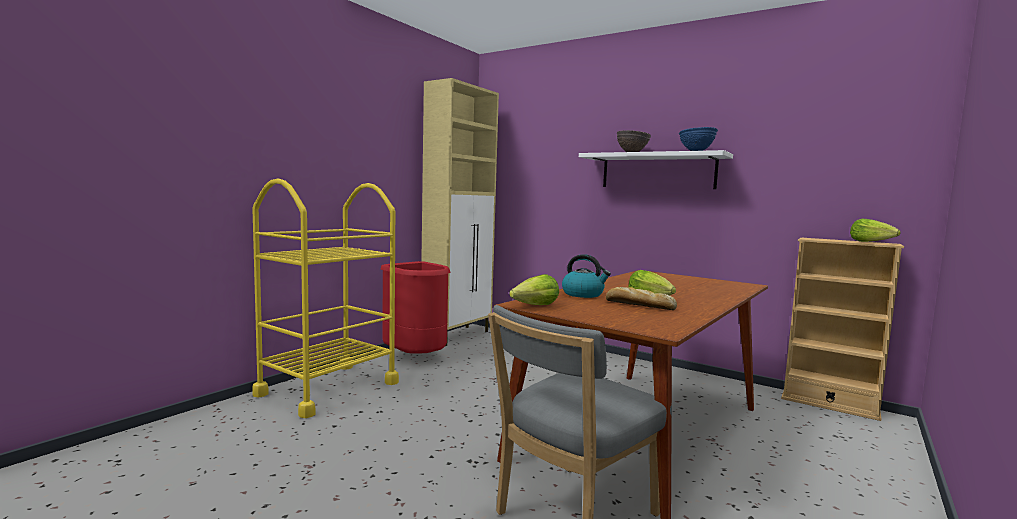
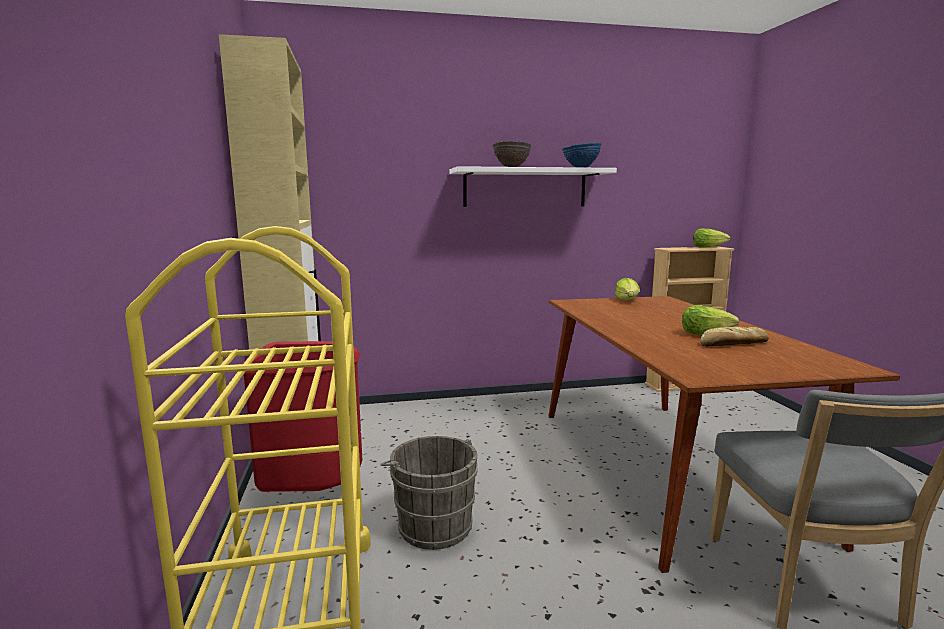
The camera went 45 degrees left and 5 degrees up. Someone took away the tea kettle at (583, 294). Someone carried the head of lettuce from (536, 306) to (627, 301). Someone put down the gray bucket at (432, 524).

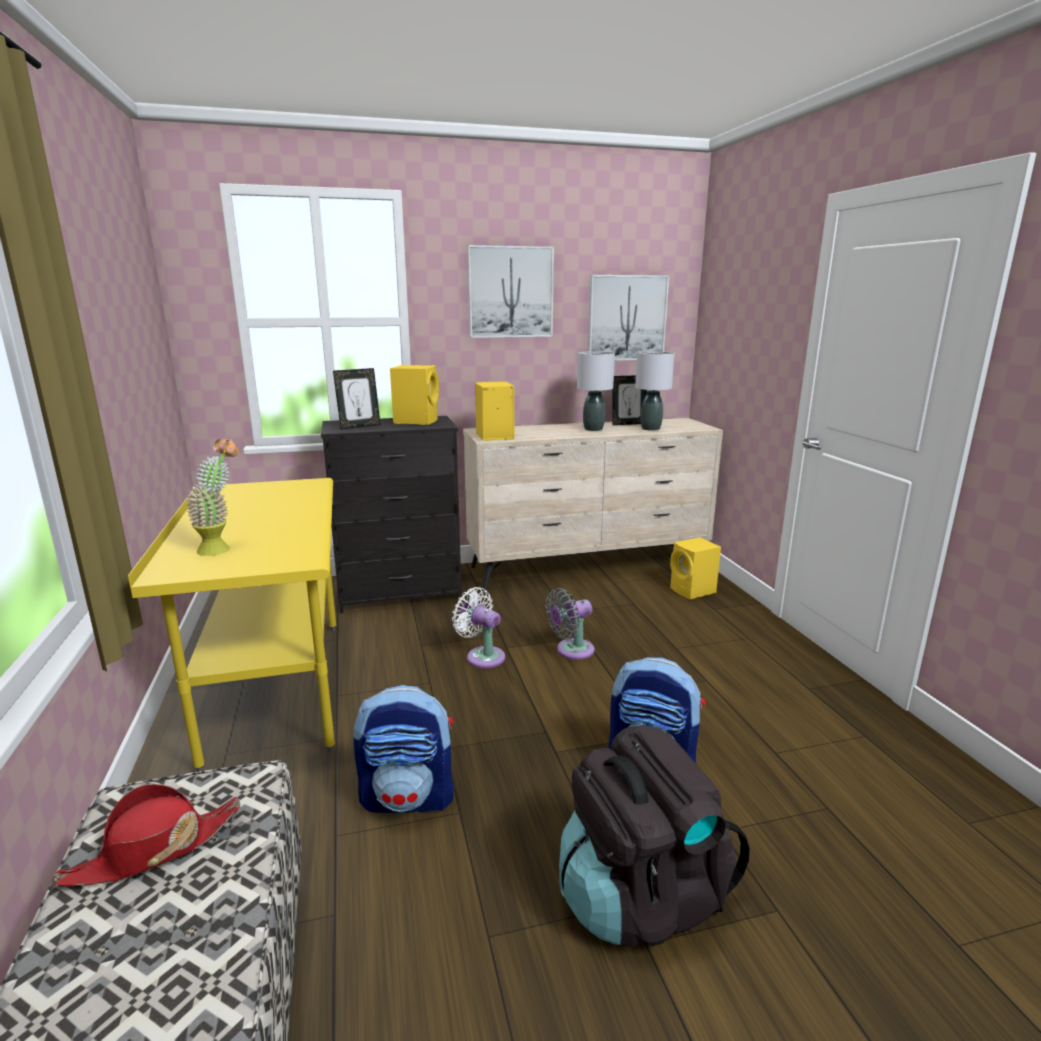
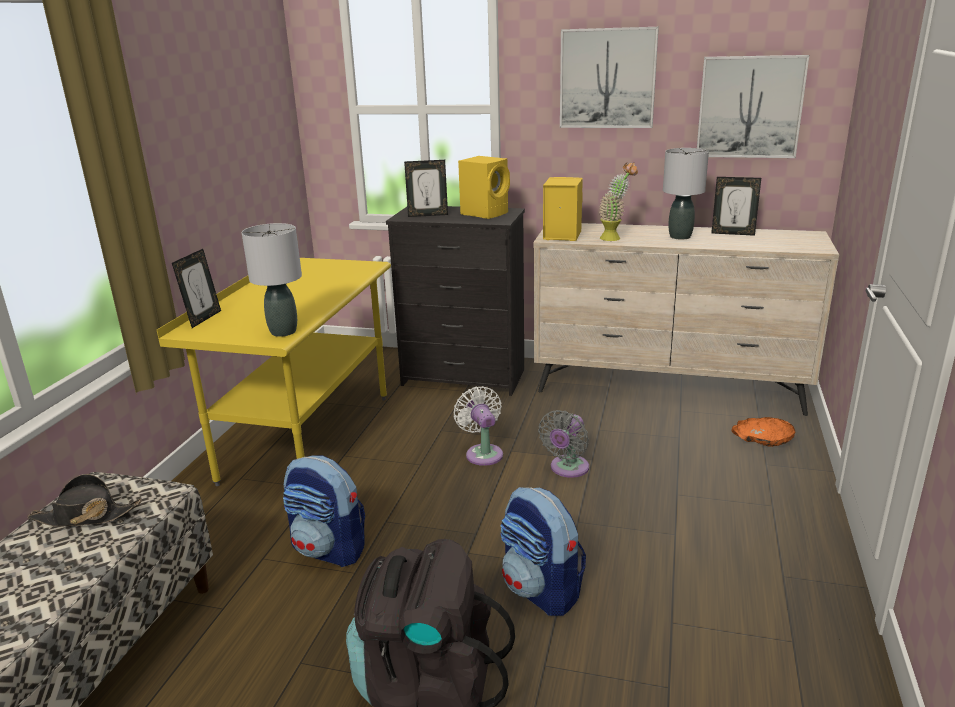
The camera went 30 degrees right and 5 degrees up. Someone carried the gray lamp for a table from (650, 429) to (283, 332). Someone carried the potted plant from (222, 548) to (615, 238). Someone swapped the yellowish audio speaker at (693, 591) for the orangey bowl at (762, 439). Someone rotated the gray electric fan at (571, 651) by 60 degrees counterclockwise. Someone repainted the red-coloured wearable hat at (154, 850), which became the black wearable hat at (86, 516). Someone put down the standing frame at (203, 319).

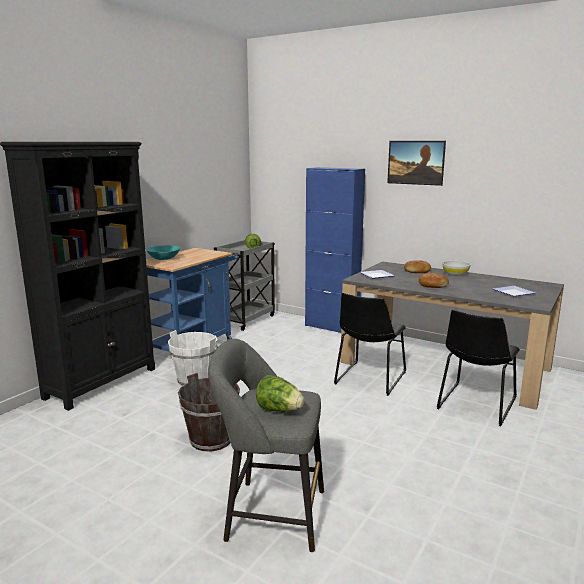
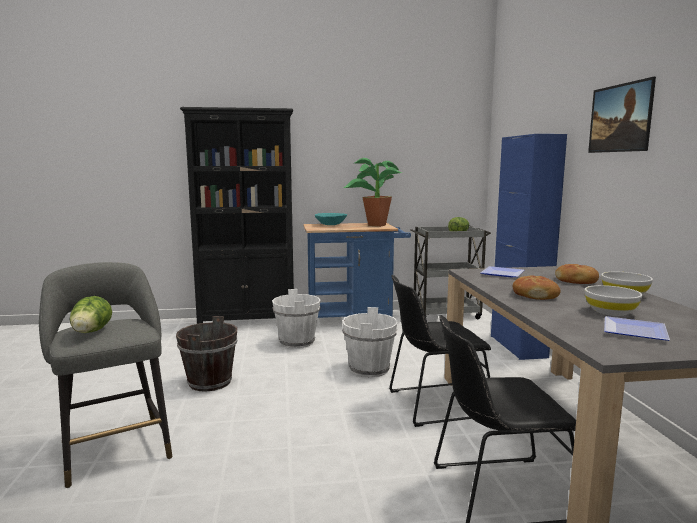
The camera went 50 degrees right and 5 degrees down. Someone put down the potted plant at (373, 225). Someone put down the whitish bowl at (610, 312). Someone put down the whitish bucket at (369, 369).

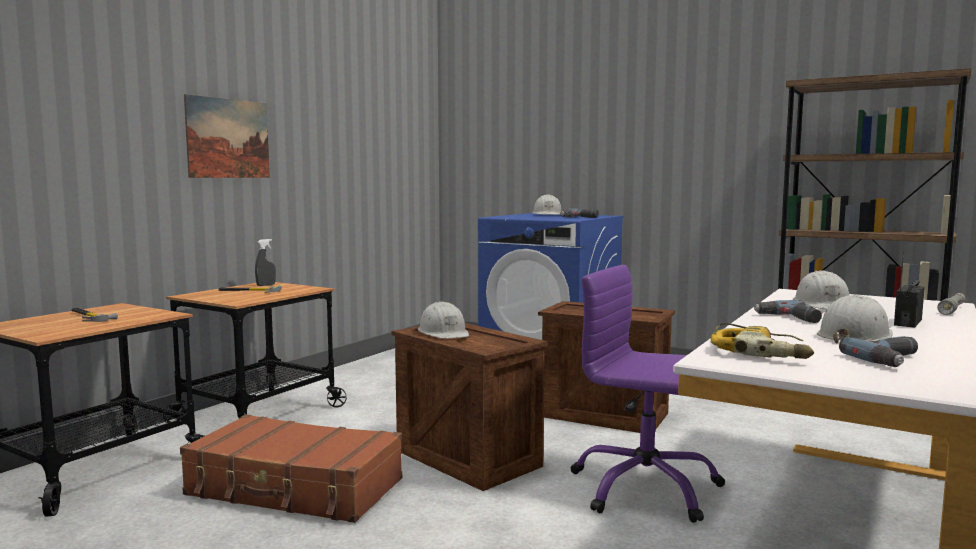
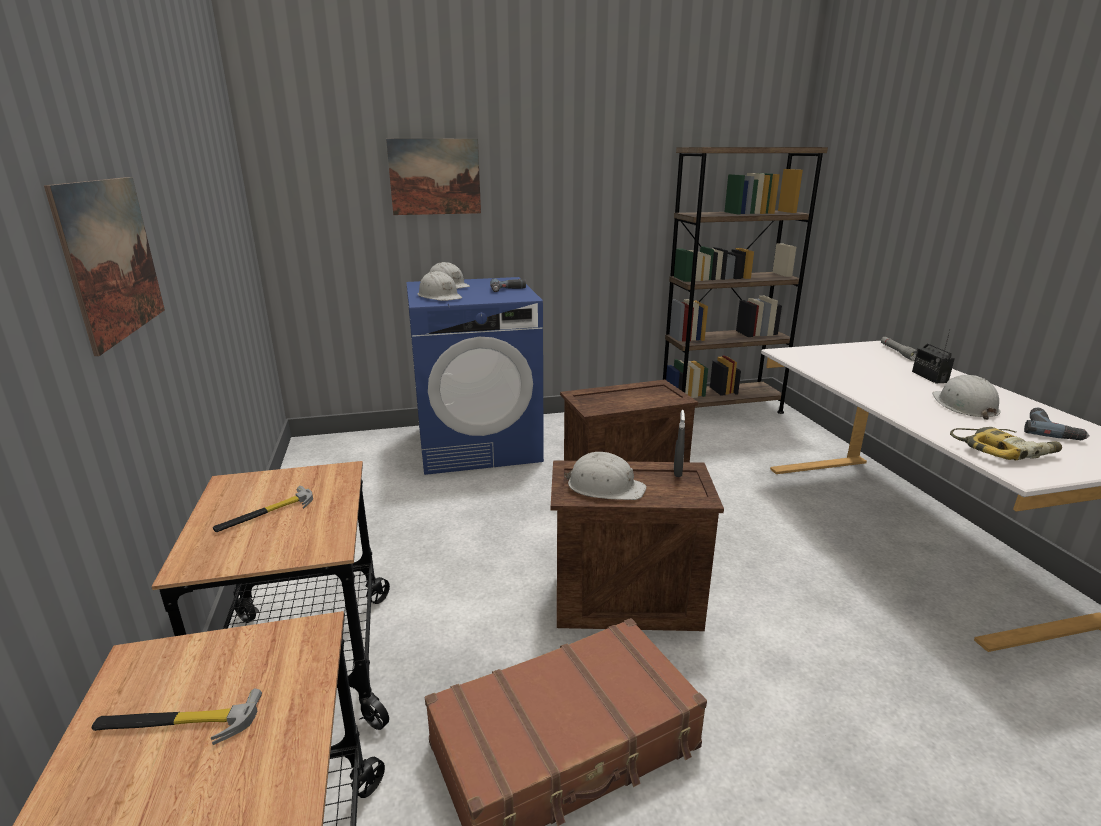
The camera went 45 degrees left and 15 degrees up. Someone carried the gray hand sprayer from (266, 285) to (677, 472). Someone took away the purple office chair at (645, 488). Someone carried the whitish work helmet from (823, 305) to (439, 296). Someone took away the electric drill at (789, 318). Someone put up the wall art at (435, 177).

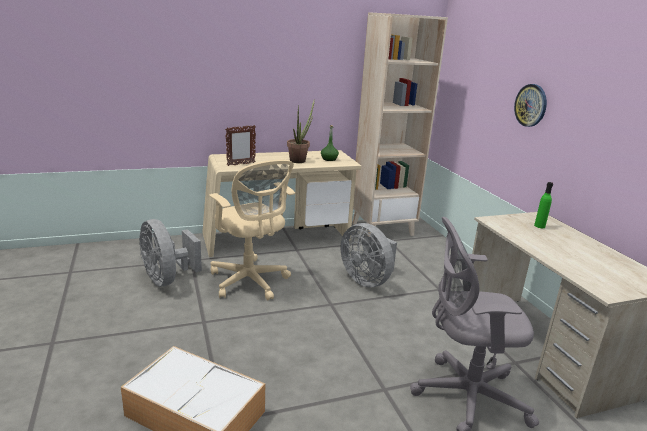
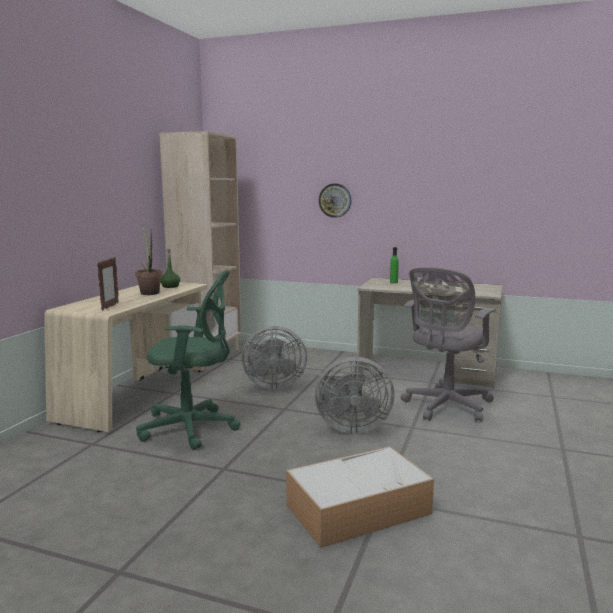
The camera went 50 degrees left and 10 degrees down. Someone repainted the beige-coloured office chair at (250, 282), which became the green-coloured office chair at (193, 428). Someone carried the gray electric fan from (167, 279) to (350, 427).

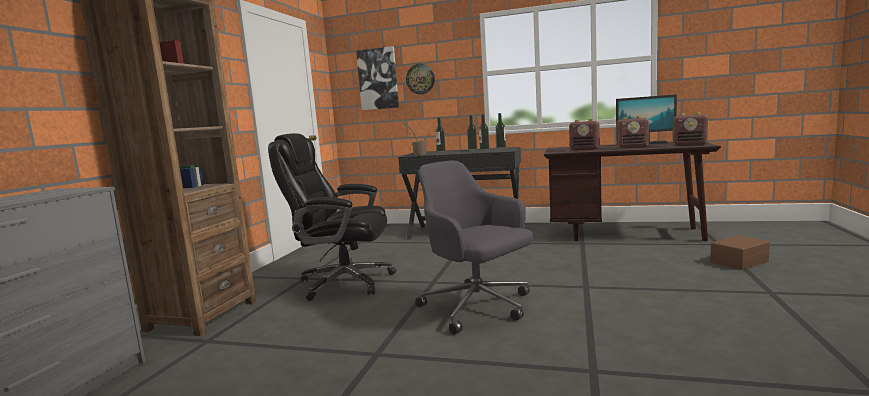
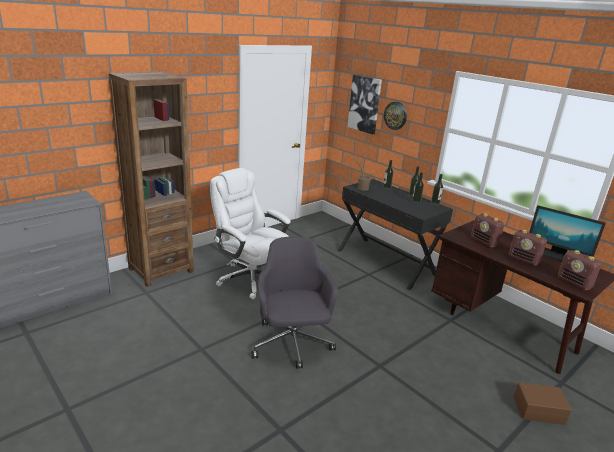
The camera went 30 degrees right and 15 degrees up. Someone repainted the black office chair at (343, 282), which became the whitish office chair at (250, 278).

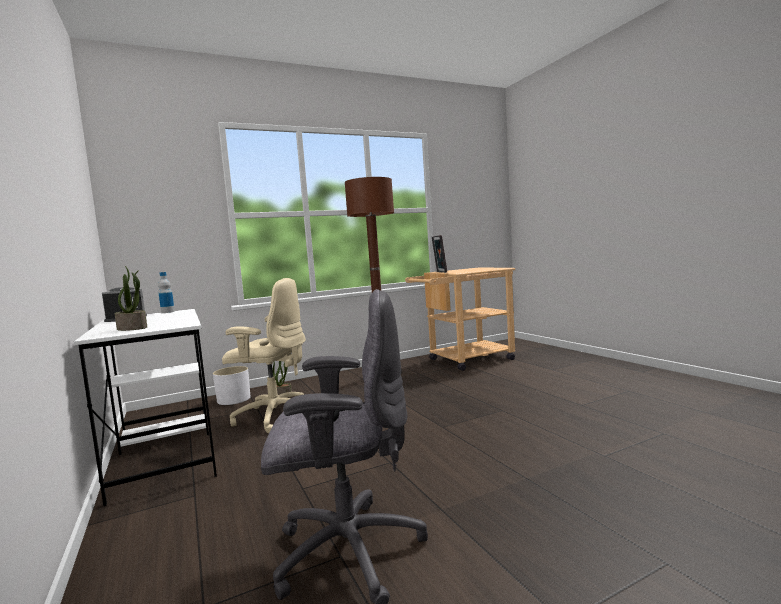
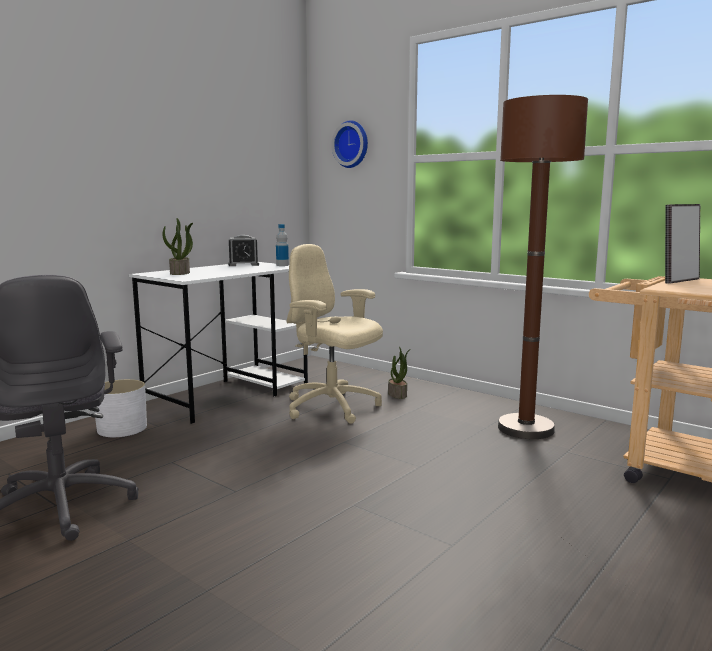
The camera went 65 degrees right and 5 degrees up. Someone rotated the beige-coloured office chair at (274, 416) by 135 degrees clockwise. Someone carried the whitish plant pot from (234, 399) to (122, 429). Someone put up the hanging clock at (352, 144).

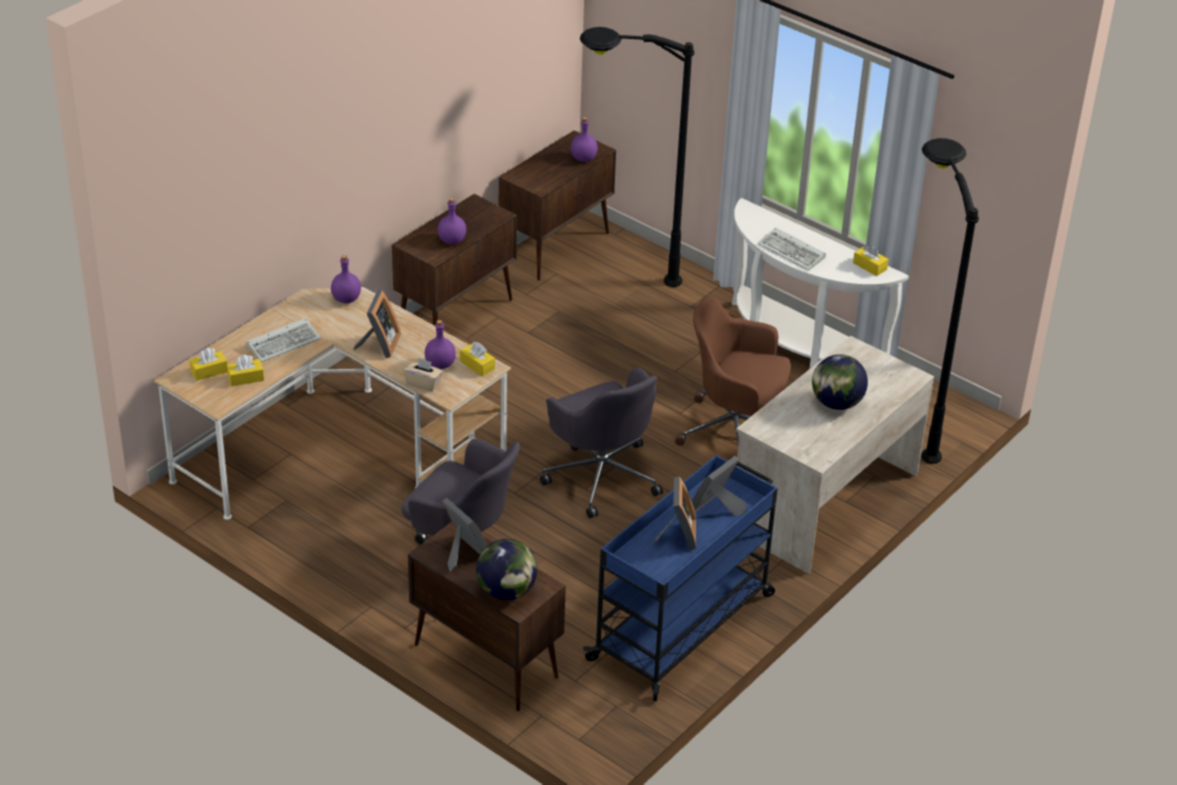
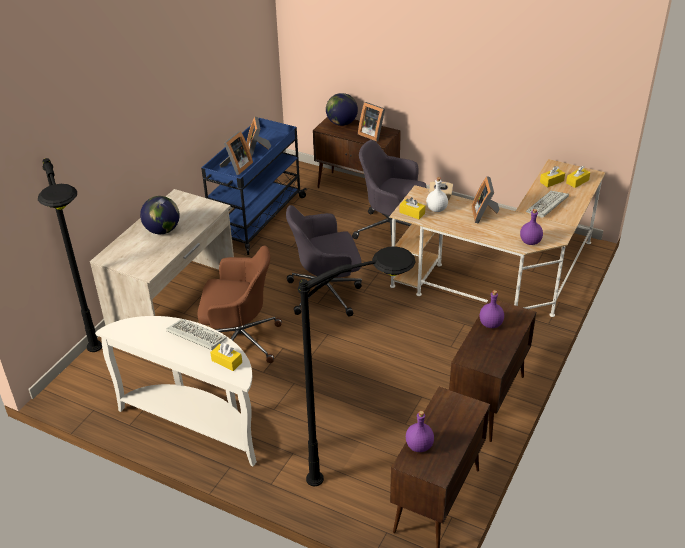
The camera went 170 degrees right and 0 degrees up. Someone carried the yellowish tissue holder from (869, 266) to (227, 361). Someone repainted the purple bottle at (439, 364), which became the whitish bottle at (437, 209). Someone rotated the gray office chair at (601, 475) by 60 degrees counterclockwise.

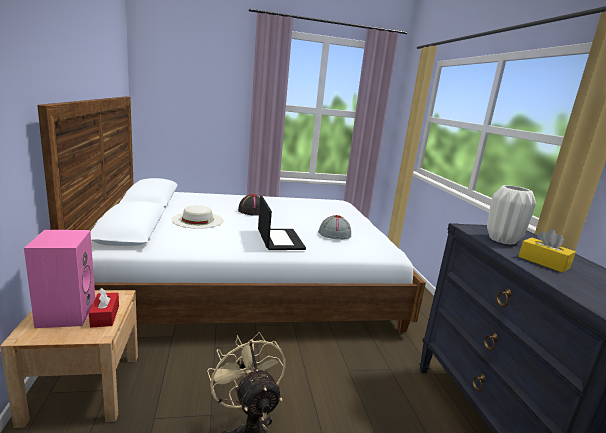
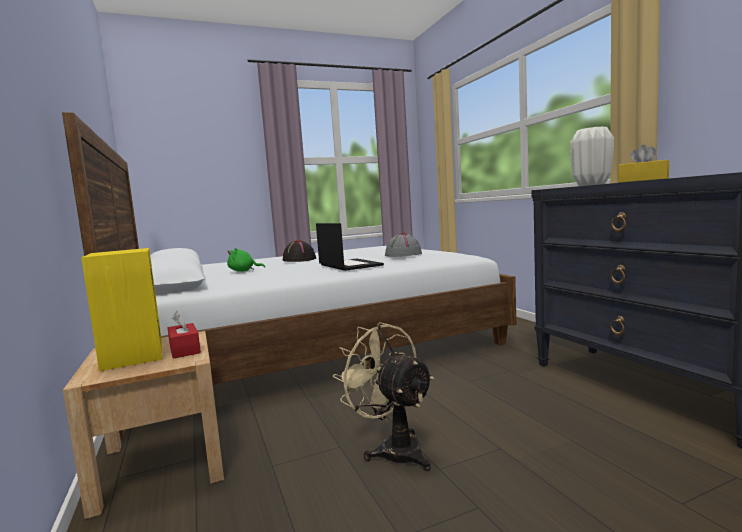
The camera went 10 degrees left and 10 degrees down. Someone swapped the whitish wearable hat at (197, 220) for the green-coloured soft toy at (243, 271). Someone repainted the pink-coloured audio speaker at (66, 313), which became the yellowish audio speaker at (131, 356).

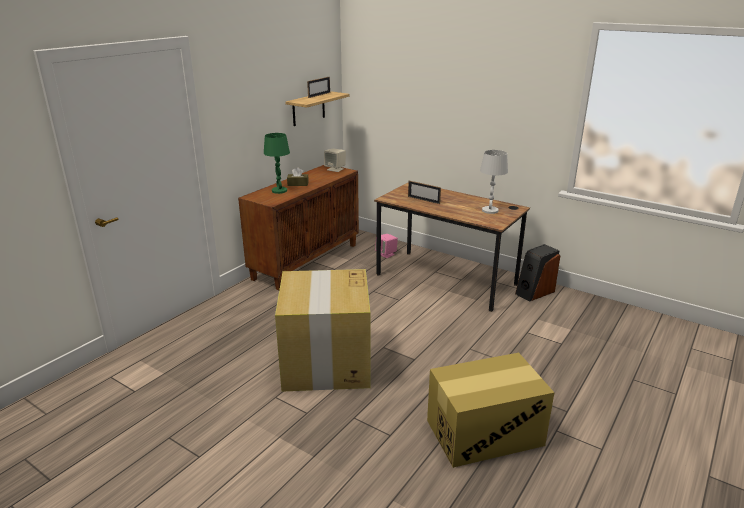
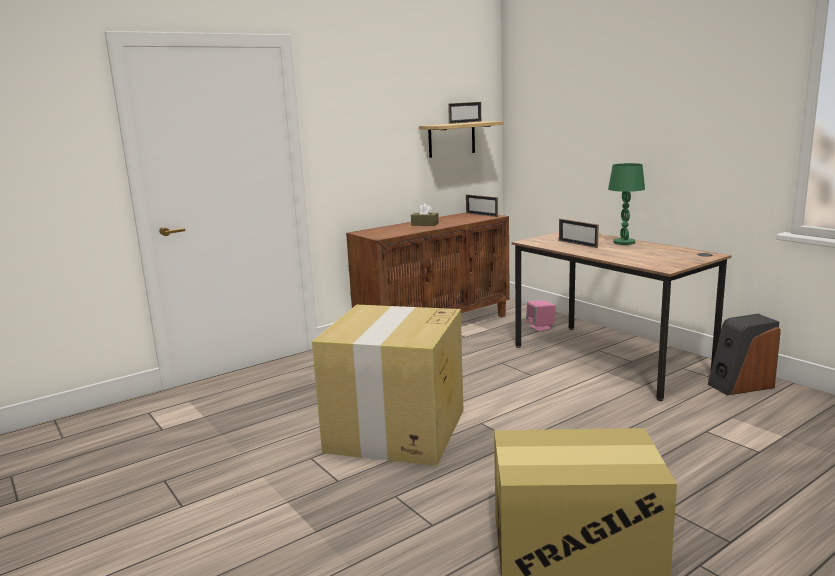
The camera went 20 degrees right and 10 degrees down. Someone carried the green-coloured lamp for a table from (279, 191) to (624, 242). Someone swapped the beige-coloured audio speaker at (335, 169) for the standing frame at (481, 214). Someone took away the whitish lamp for a table at (490, 210).

